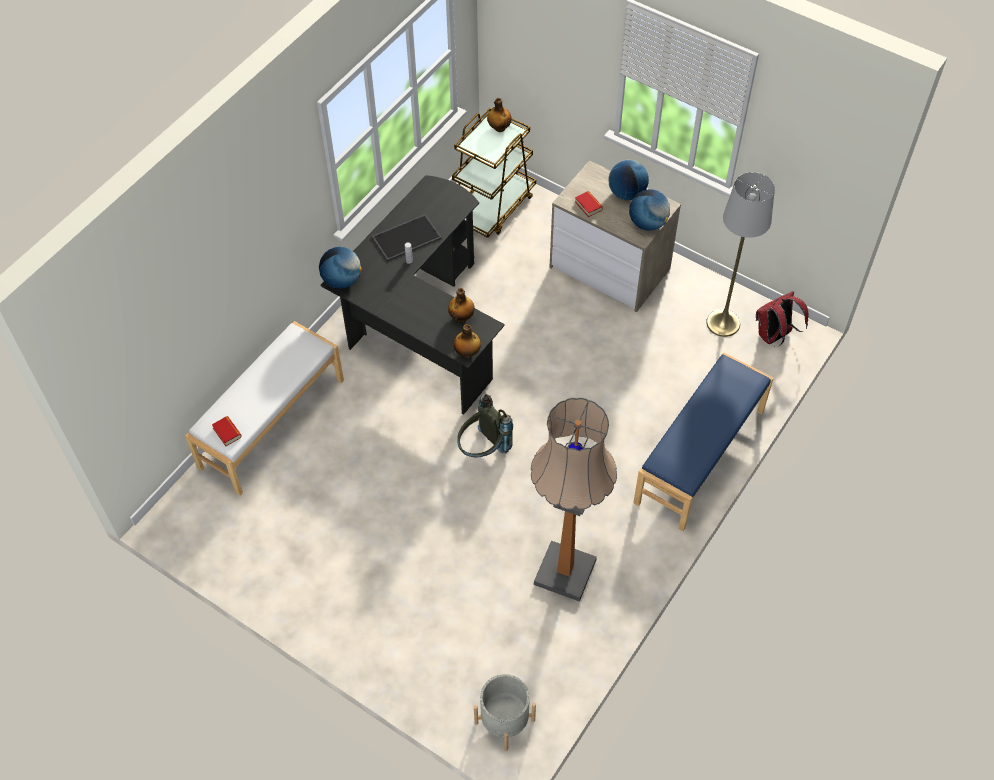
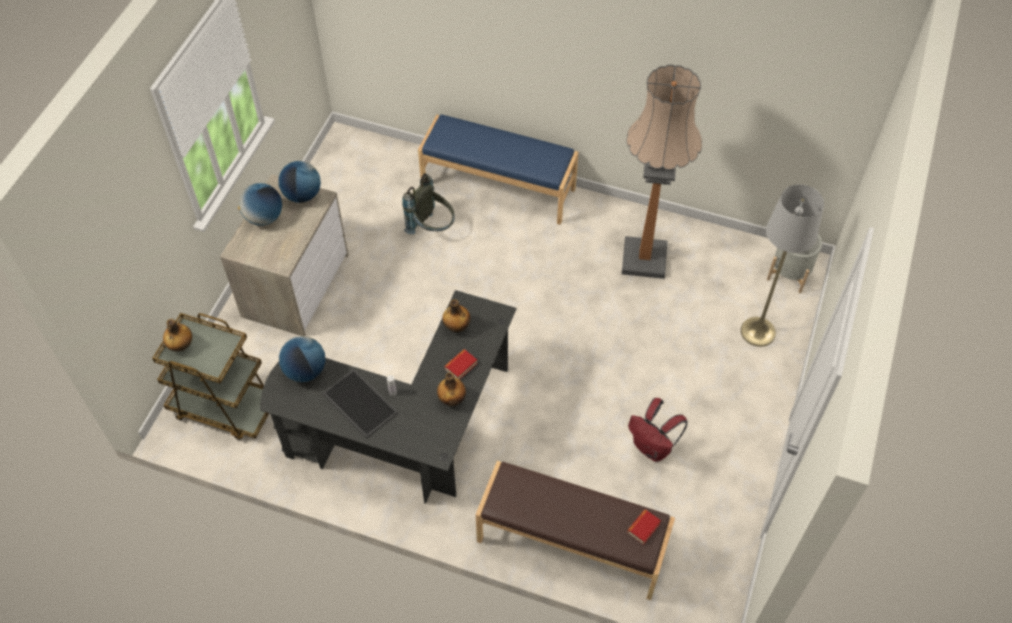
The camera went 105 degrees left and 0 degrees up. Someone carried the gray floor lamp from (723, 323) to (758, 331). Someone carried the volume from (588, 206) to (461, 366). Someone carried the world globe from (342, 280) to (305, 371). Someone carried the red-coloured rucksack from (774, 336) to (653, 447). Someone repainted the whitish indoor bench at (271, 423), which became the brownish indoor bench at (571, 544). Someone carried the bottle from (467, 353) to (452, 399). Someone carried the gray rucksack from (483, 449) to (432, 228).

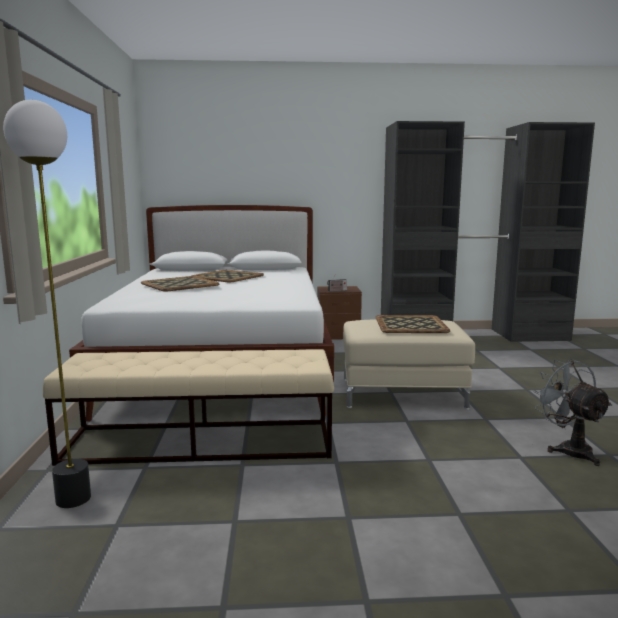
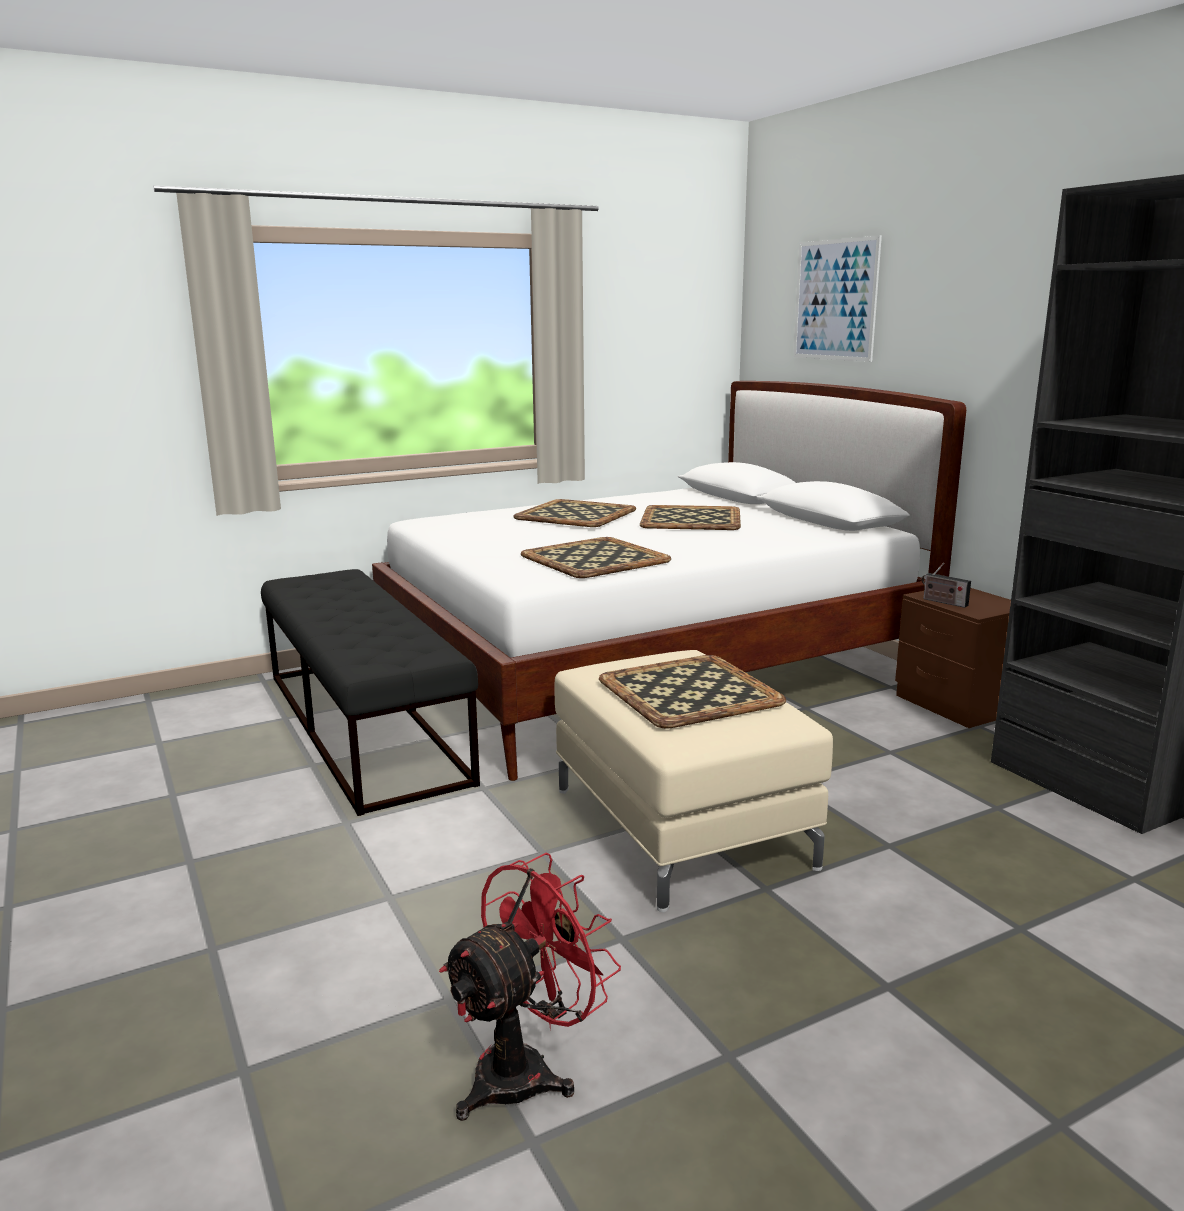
The camera went 65 degrees right and 5 degrees up. Someone took away the floor lamp at (73, 498). Someone repainted the beige-coloured indoor bench at (200, 442), which became the black indoor bench at (364, 726). Someone repainted the gray electric fan at (569, 449), which became the red-coloured electric fan at (526, 1069). Someone put up the wall art at (835, 300). Someone put down the carrying tray at (593, 558).

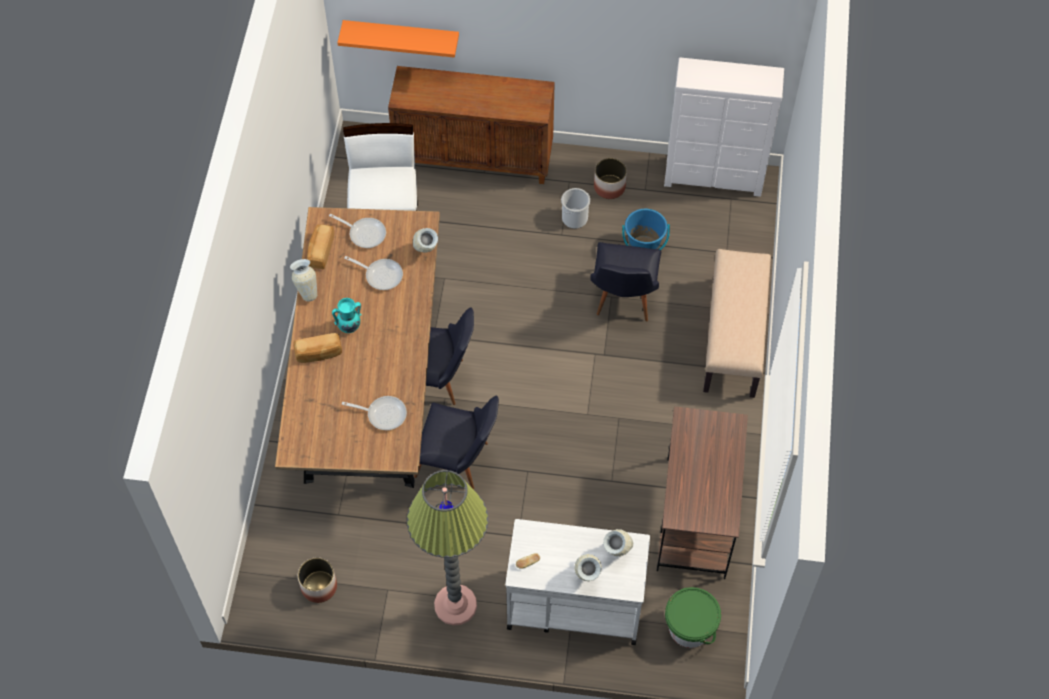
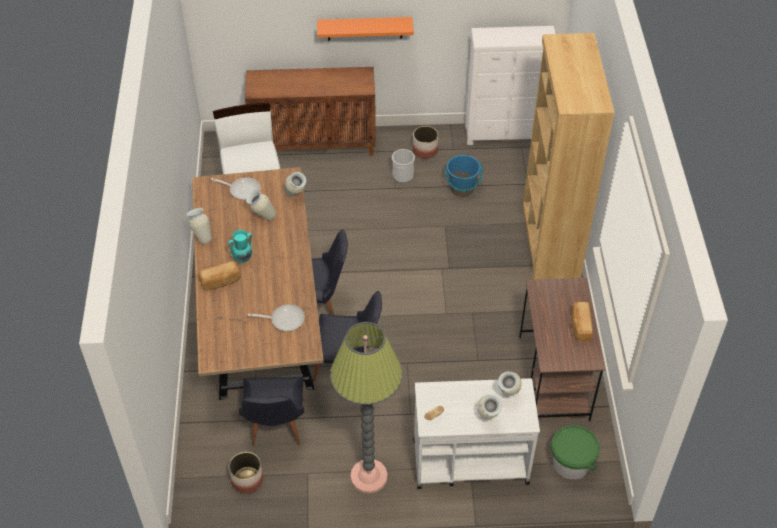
The camera went 10 degrees left and 10 degrees down. Someone carried the orangey wall shelf from (401, 36) to (365, 28). Someone carried the bakery bread from (320, 251) to (580, 327). Someone carried the black chair from (623, 300) to (275, 429). Someone swapped the beige-coloured indoor bench at (734, 338) for the brownish shelving unit at (549, 242). Someone swapped the pan at (381, 275) for the decorative vase at (262, 217).

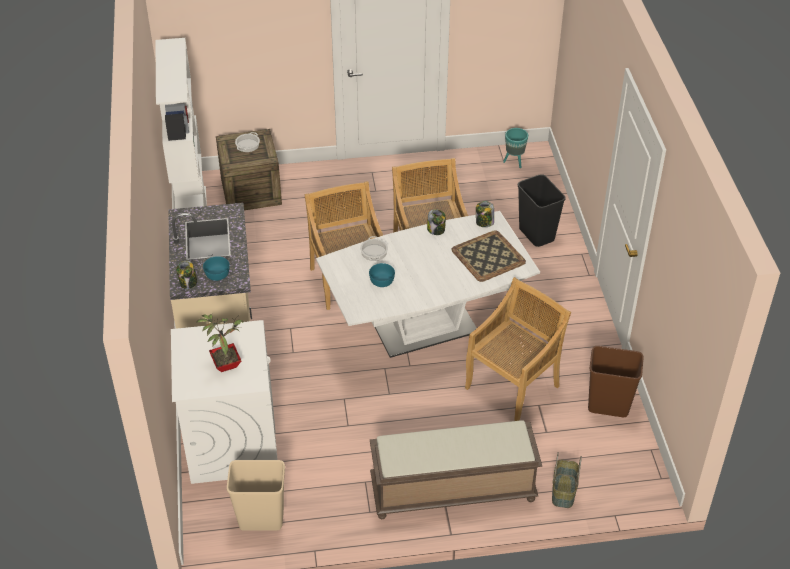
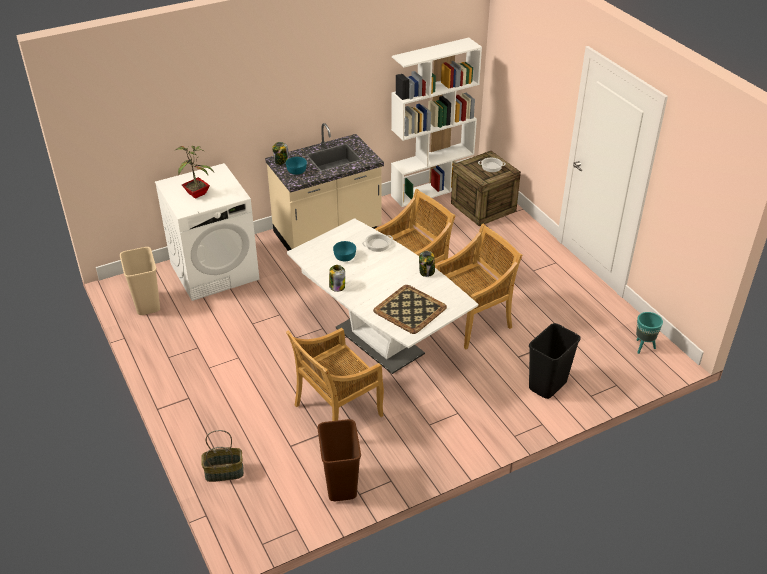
The camera went 70 degrees right and 5 degrees down. Someone carried the storage jar from (484, 222) to (337, 286). Someone rotated the beige-coloured chair at (513, 386) by 120 degrees clockwise. Someone took away the brownish indoor bench at (452, 491).

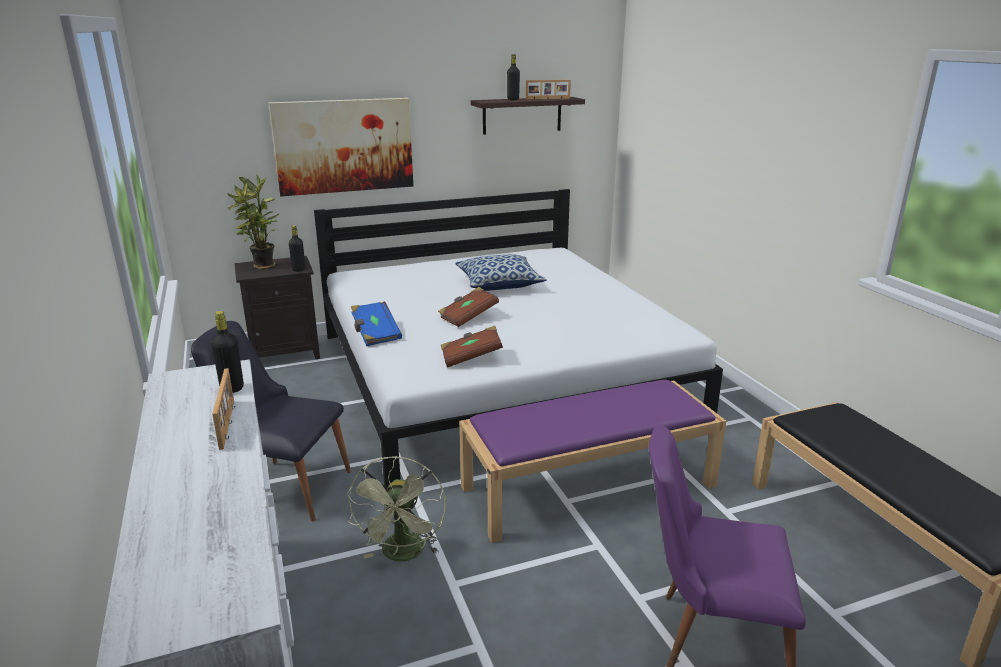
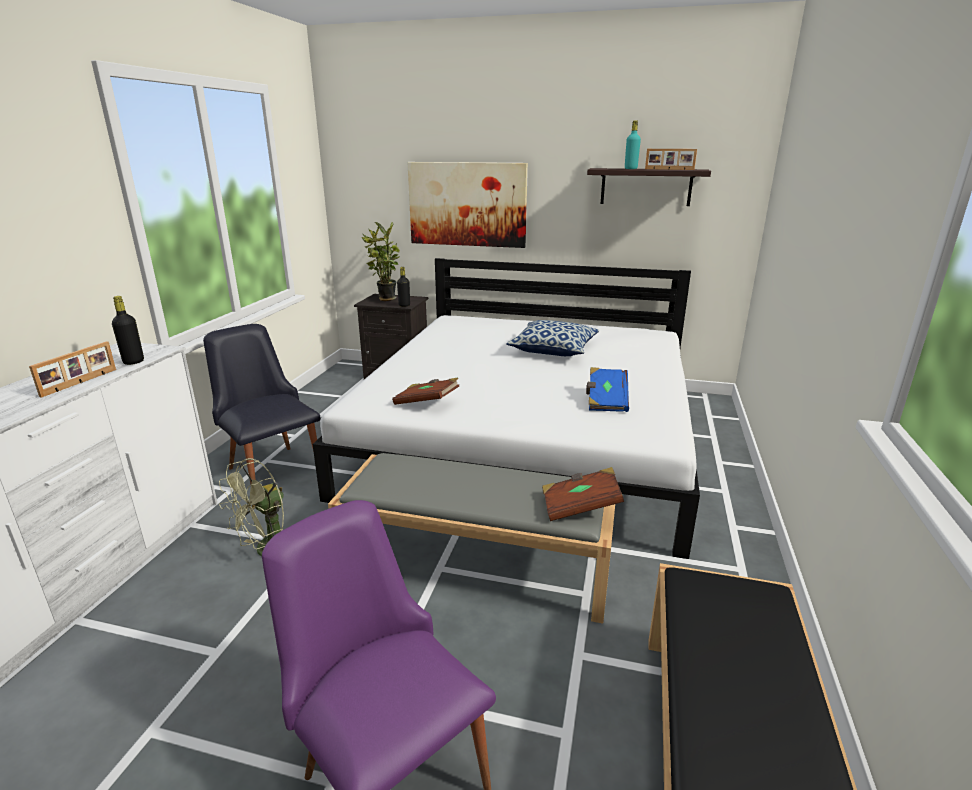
The camera went 35 degrees right and 0 degrees up. Someone repainted the black bottle at (513, 99), which became the turquoise bottle at (630, 168). Someone carried the brownish volume from (468, 317) to (580, 507). Someone carried the blue volume from (375, 334) to (606, 401). Someone repainted the purple indoor bench at (589, 485), which became the gray indoor bench at (478, 563).

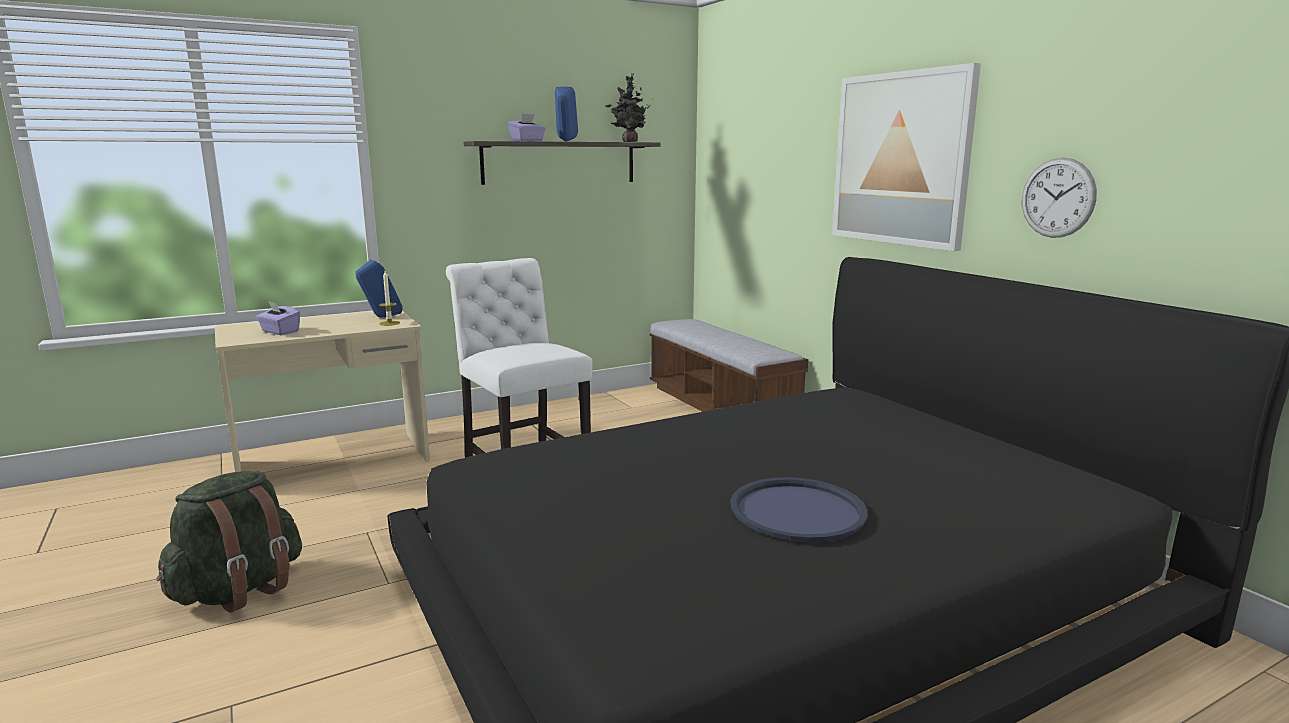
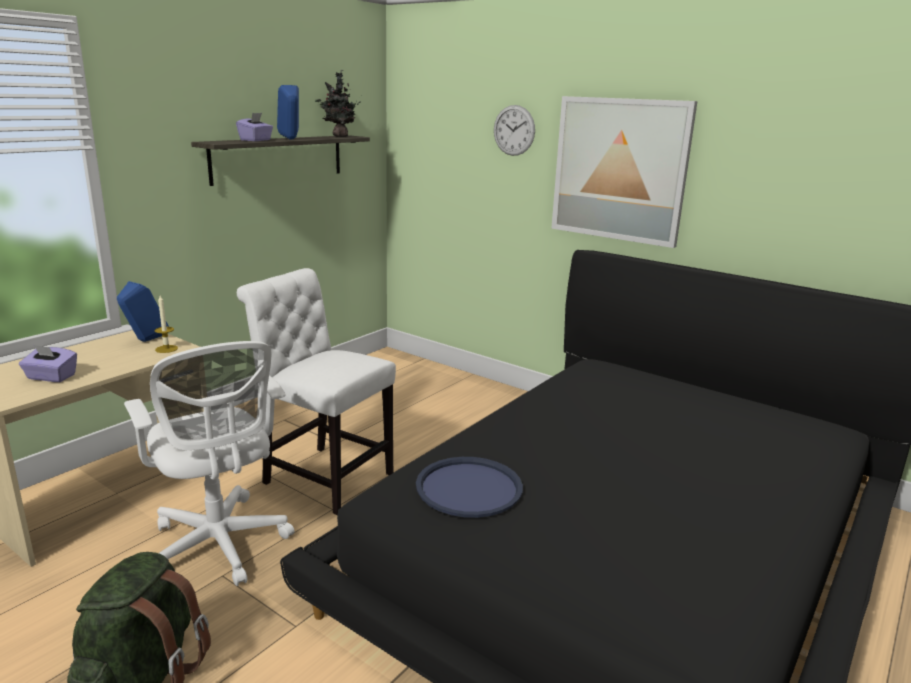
The camera went 25 degrees left and 5 degrees up. Someone carried the hanging clock from (1057, 198) to (514, 130). Someone took away the indoor bench at (720, 407). Someone carried the blue carrying tray from (798, 511) to (469, 488). Someone put down the whitish office chair at (220, 546).

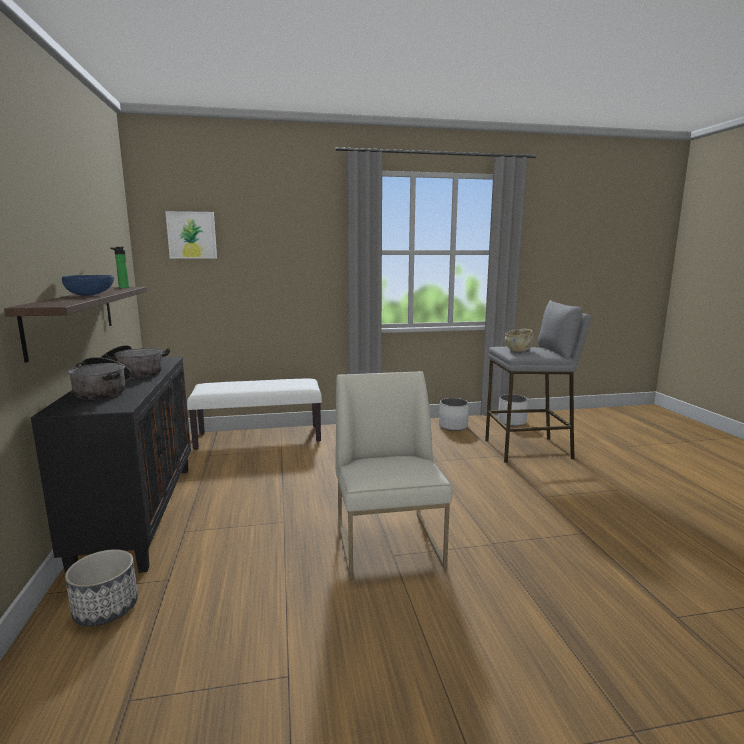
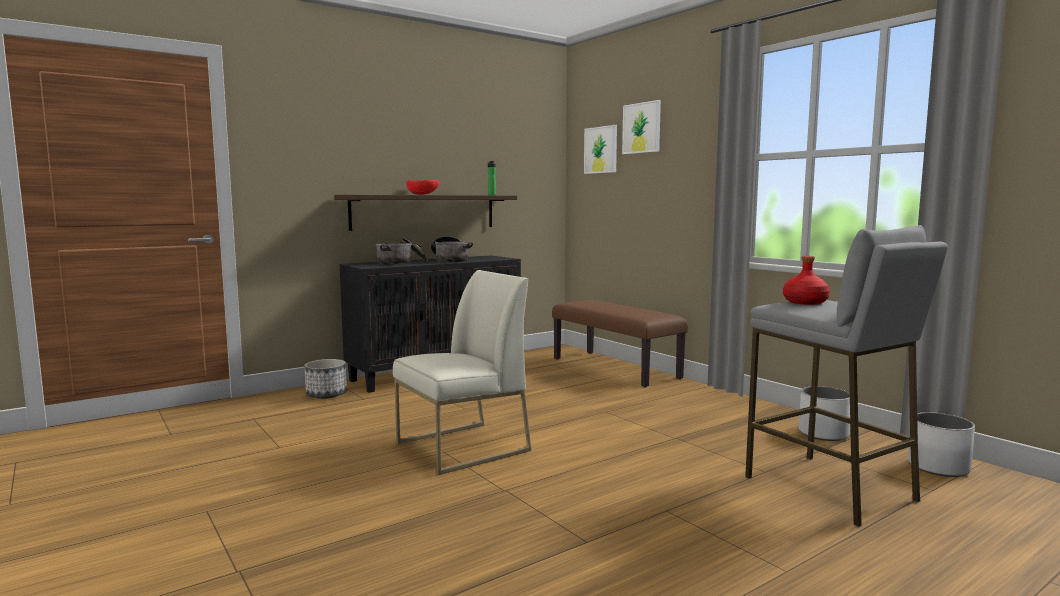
The camera went 65 degrees right and 5 degrees down. Someone repainted the blue bowl at (91, 295), which became the red-coloured bowl at (423, 194). Someone swapped the beige-coloured bowl at (518, 350) for the red-coloured bottle at (805, 302). Someone repainted the whitish indoor bench at (259, 437), which became the brownish indoor bench at (615, 368). Someone put up the wall art at (641, 128).

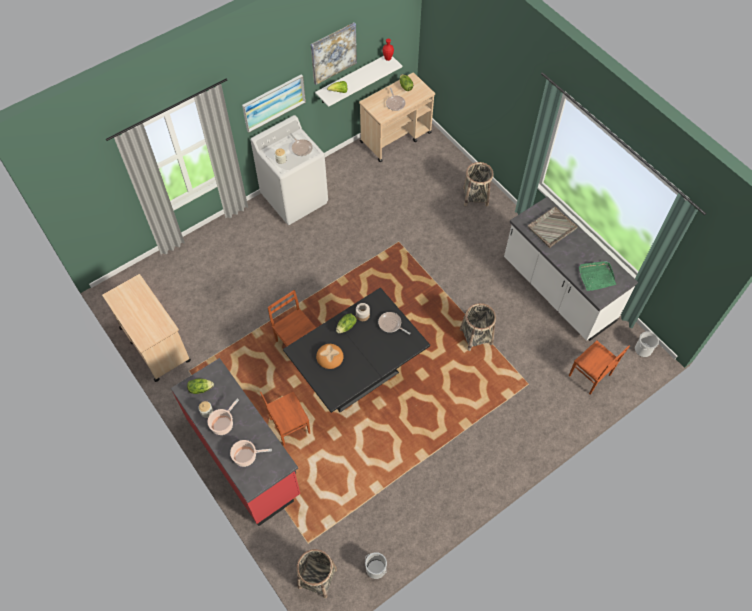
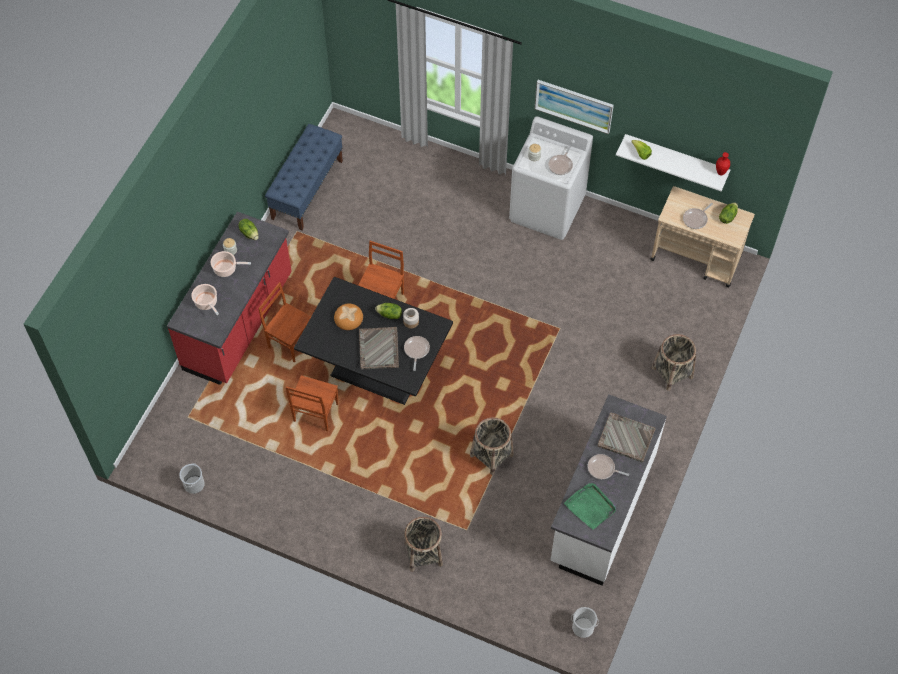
The camera went 60 degrees right and 0 degrees up. Someone took away the wall art at (333, 53). Someone swapped the beige-coloured wheeled cart at (155, 344) for the blue indoor bench at (307, 189). Someone carried the brownish chair from (589, 376) to (315, 413). Someone carried the storage basket from (317, 578) to (423, 553). Someone put down the gray carrying tray at (378, 349). Someone put down the pan at (602, 469).

